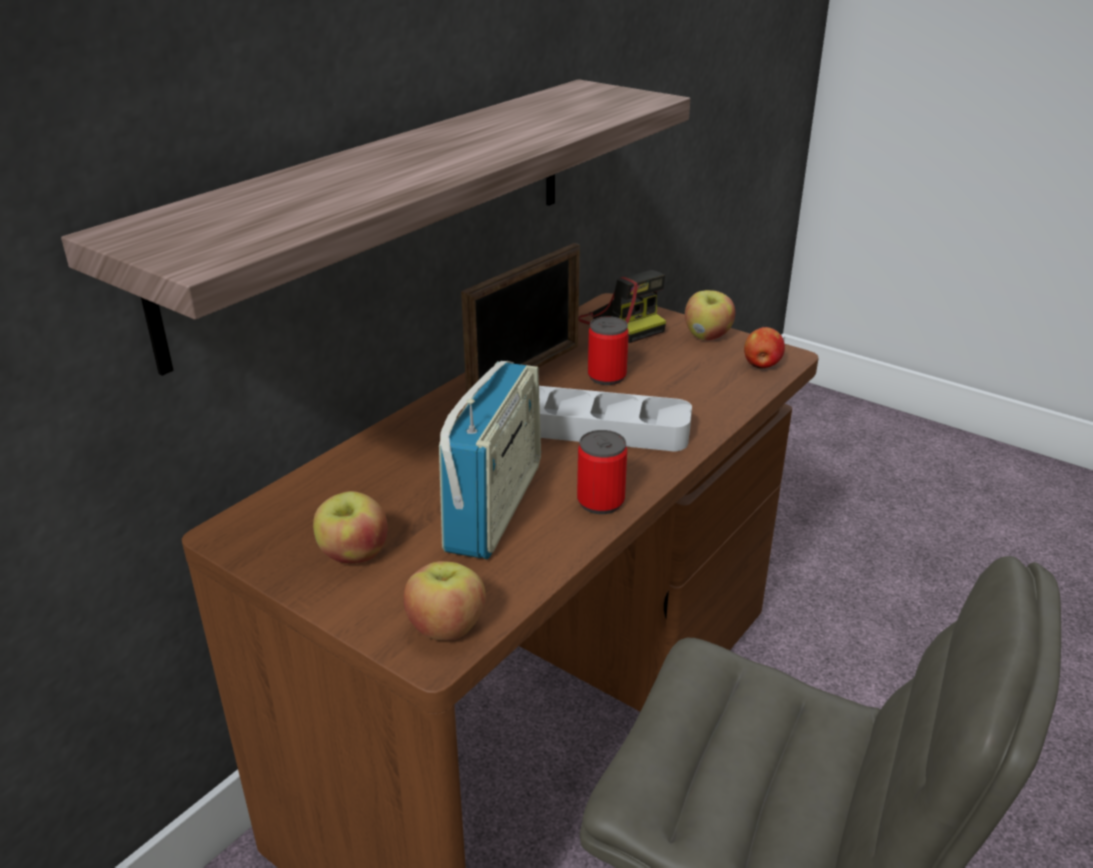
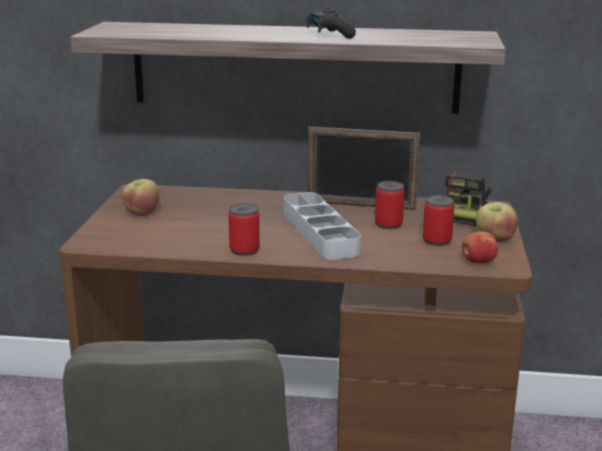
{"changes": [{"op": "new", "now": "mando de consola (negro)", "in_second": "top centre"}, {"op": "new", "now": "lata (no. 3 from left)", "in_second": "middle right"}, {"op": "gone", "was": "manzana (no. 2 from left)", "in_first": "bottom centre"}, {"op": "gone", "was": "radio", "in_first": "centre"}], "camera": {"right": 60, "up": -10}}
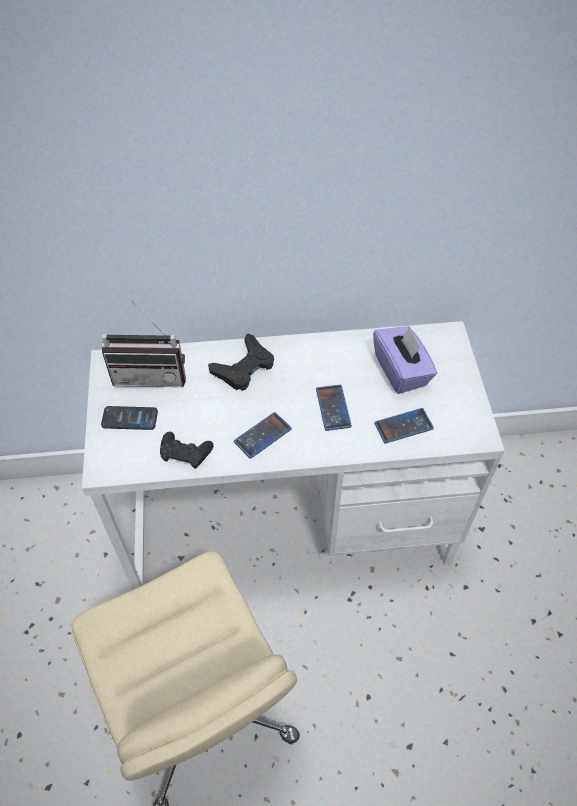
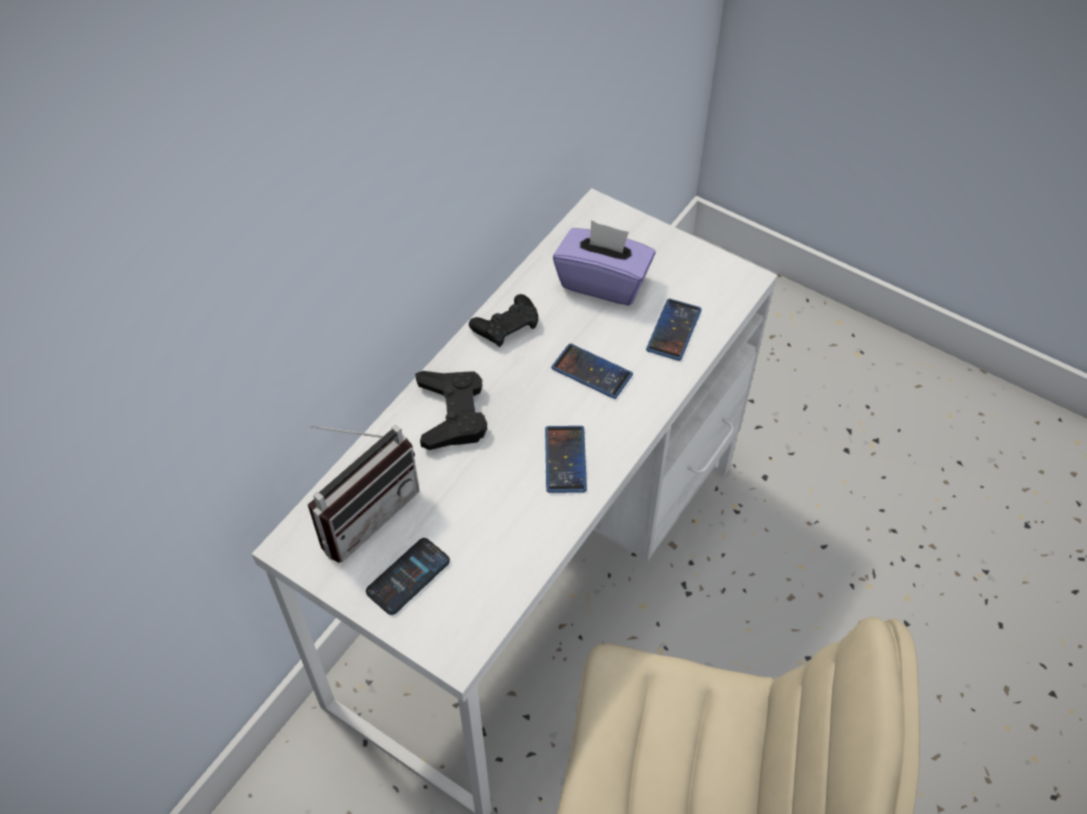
{"changes": [{"op": "shifted", "was": "mando de consola (negro) (no. 1 from left in the first image)", "now": "mando de consola (negro) (no. 2 from left)", "in_first": "middle left", "in_second": "centre"}], "camera": {"right": -50, "up": 0}}
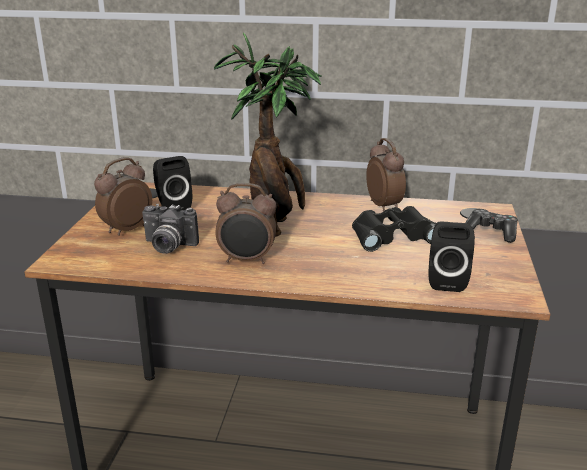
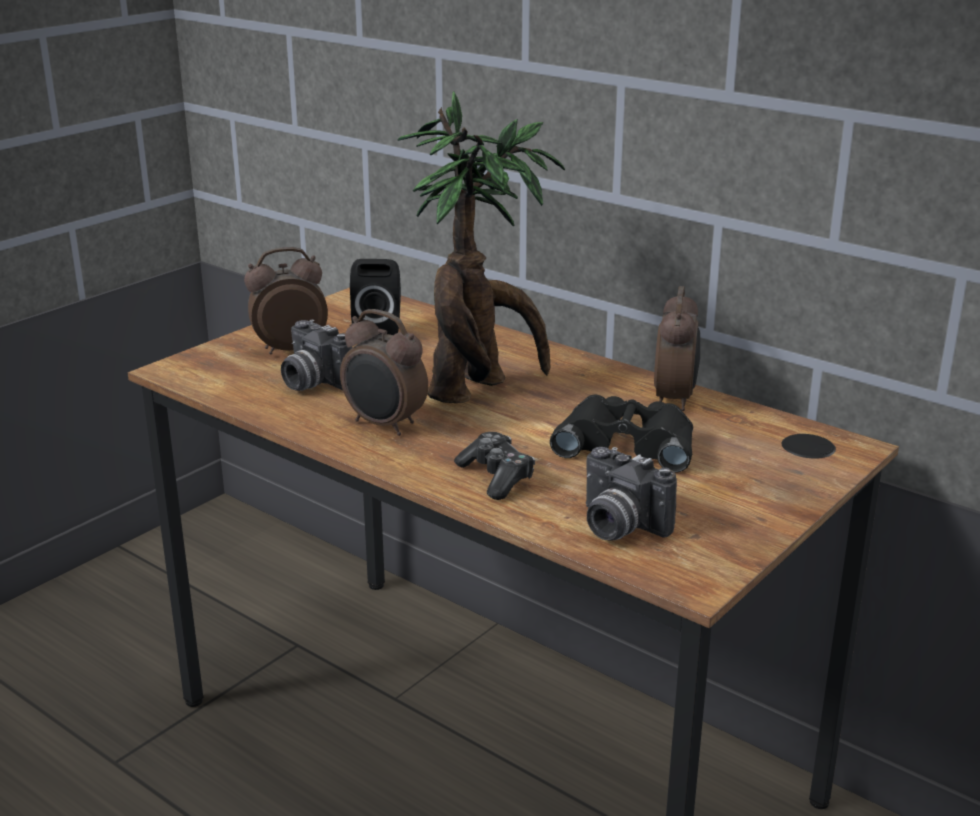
{"changes": [{"op": "shifted", "was": "mando de consola", "in_first": "middle right", "in_second": "centre"}, {"op": "swapped", "was": "altavoz (negro) (no. 2 from left)", "now": "cámara (no. 2 from left)", "in_first": "middle right", "in_second": "centre"}], "camera": {"right": 30, "up": 0}}
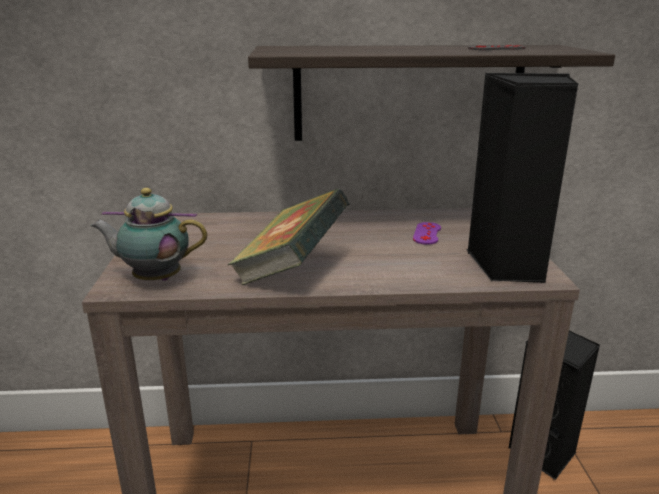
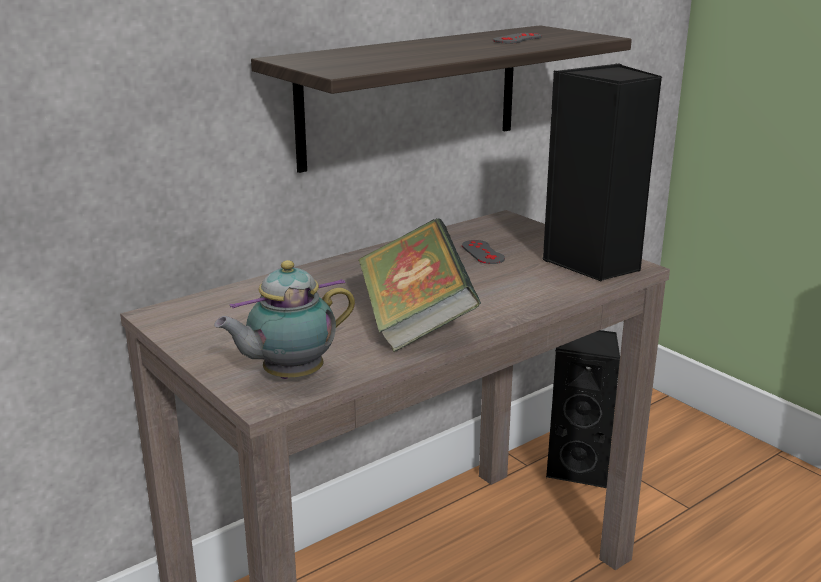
{"changes": [{"op": "repainted", "was": "mando de consola (morado)", "now": "mando de consola (gris) (no. 1 from left)", "in_first": "centre", "in_second": "centre"}], "camera": {"right": -35, "up": 0}}
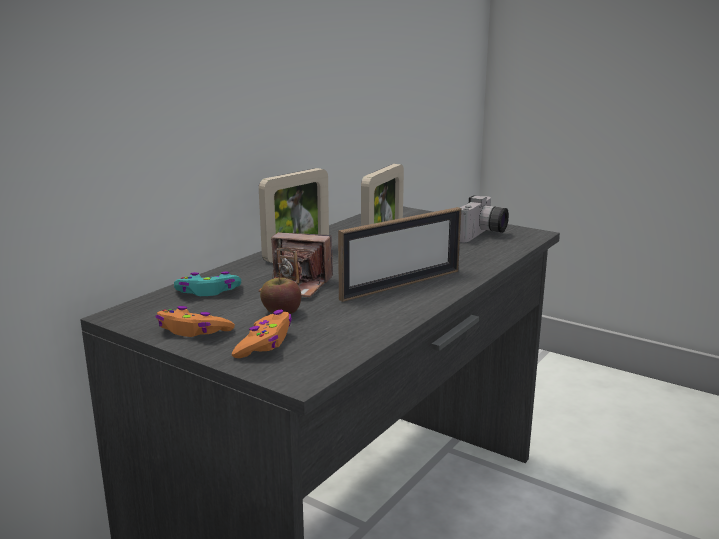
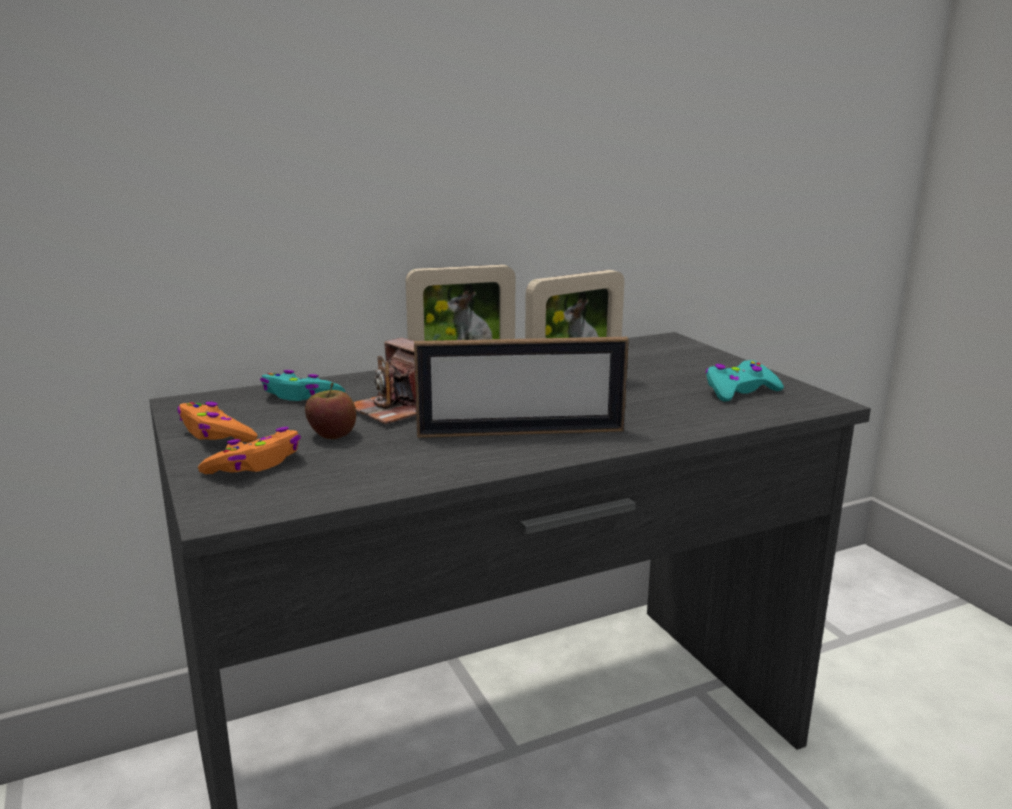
{"changes": [{"op": "swapped", "was": "cámara (no. 2 from left)", "now": "mando de consola (turquesa) (no. 2 from left)", "in_first": "middle right", "in_second": "middle right"}], "camera": {"right": 30, "up": 0}}
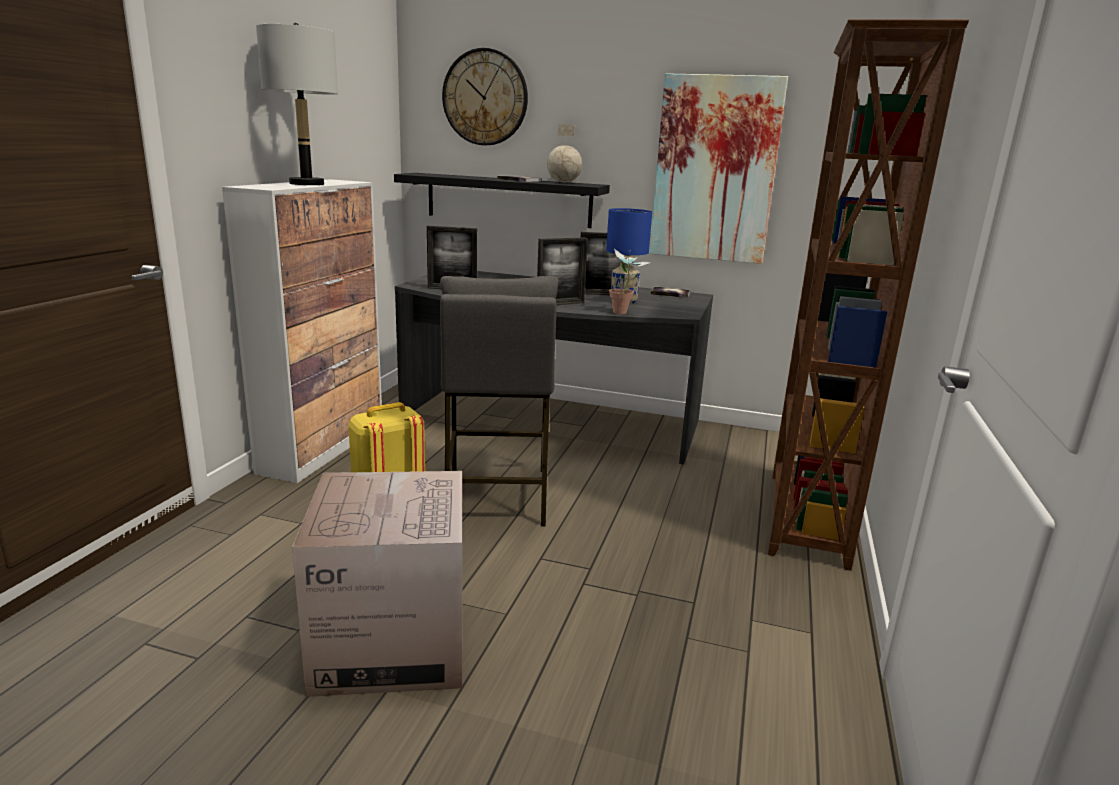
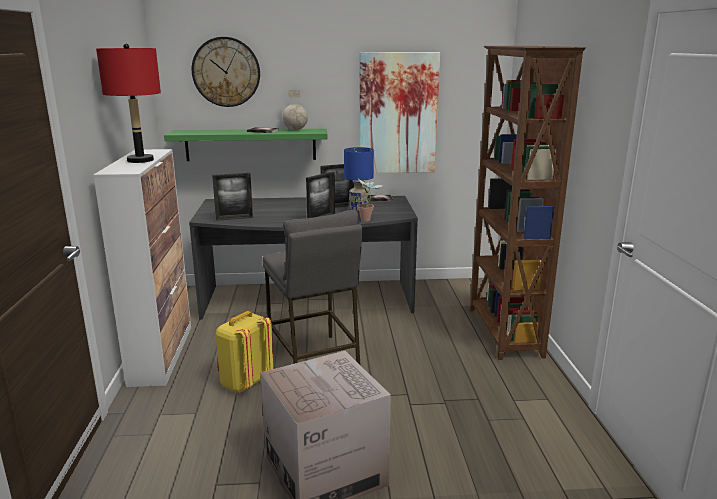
{"changes": [{"op": "repainted", "was": "lámpara de mesa (gris)", "now": "lámpara de mesa (rojo)", "in_first": "top left", "in_second": "top left"}, {"op": "repainted", "was": "estante (negro)", "now": "estante (verde)", "in_first": "top centre", "in_second": "top centre"}], "camera": {"right": -20, "up": 0}}
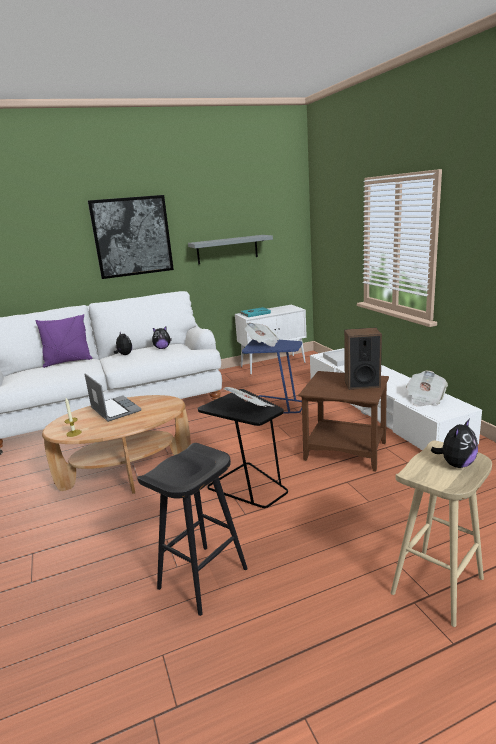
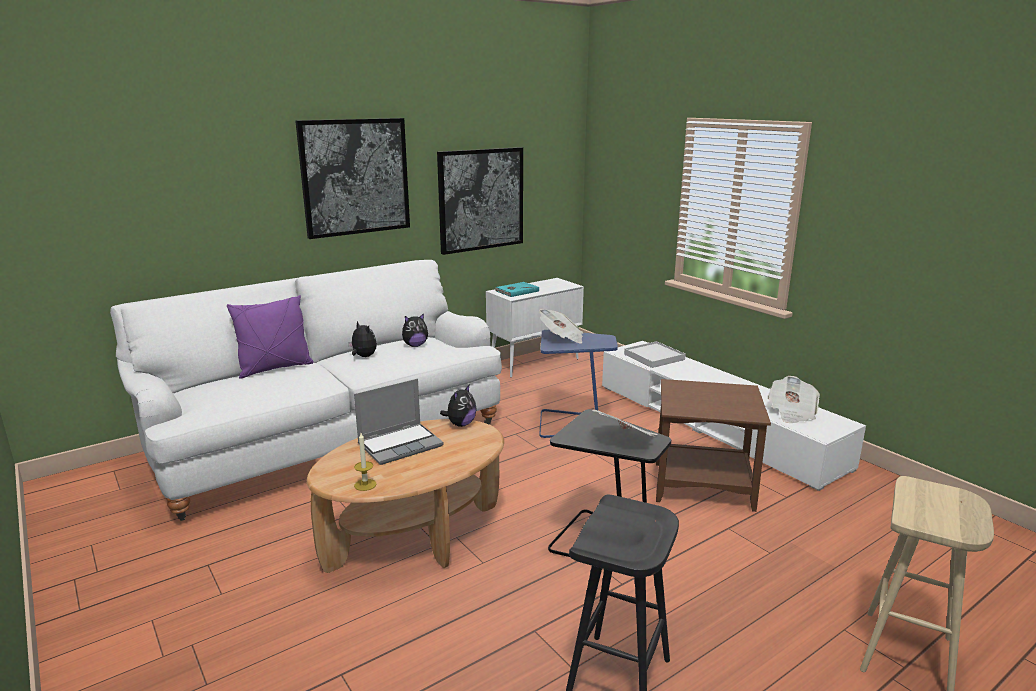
{"changes": [{"op": "rotated", "was": "portátil", "in_first": "middle left", "in_second": "centre", "clockwise": 105}, {"op": "swapped", "was": "estante (gris)", "now": "cuadro (no. 2 from left)", "in_first": "centre", "in_second": "top centre"}, {"op": "shifted", "was": "peluche (no. 3 from left)", "in_first": "middle right", "in_second": "centre"}, {"op": "gone", "was": "altavoz", "in_first": "middle right"}], "camera": {"right": -15, "up": 0}}
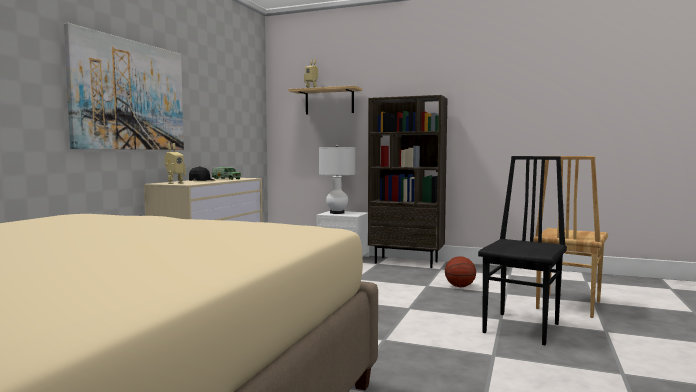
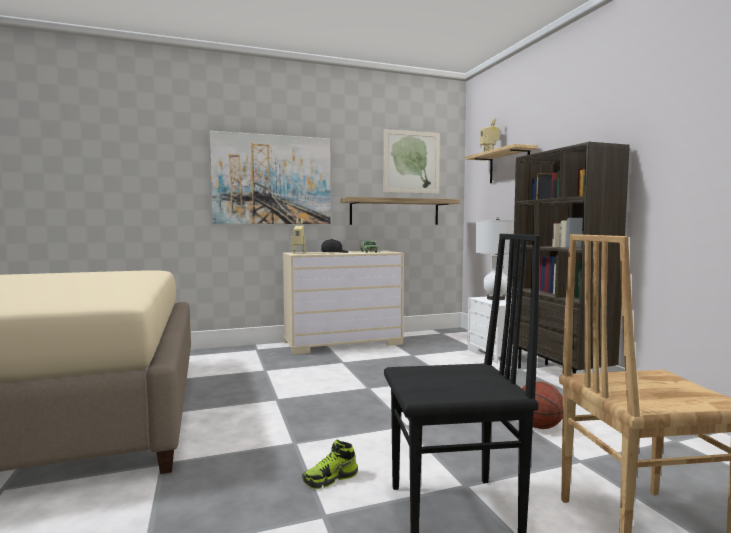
{"changes": [{"op": "new", "now": "zapato", "in_second": "bottom centre"}, {"op": "new", "now": "estante (no. 1 from left)", "in_second": "centre"}, {"op": "new", "now": "cuadro (no. 2 from left)", "in_second": "top centre"}], "camera": {"right": 50, "up": 0}}
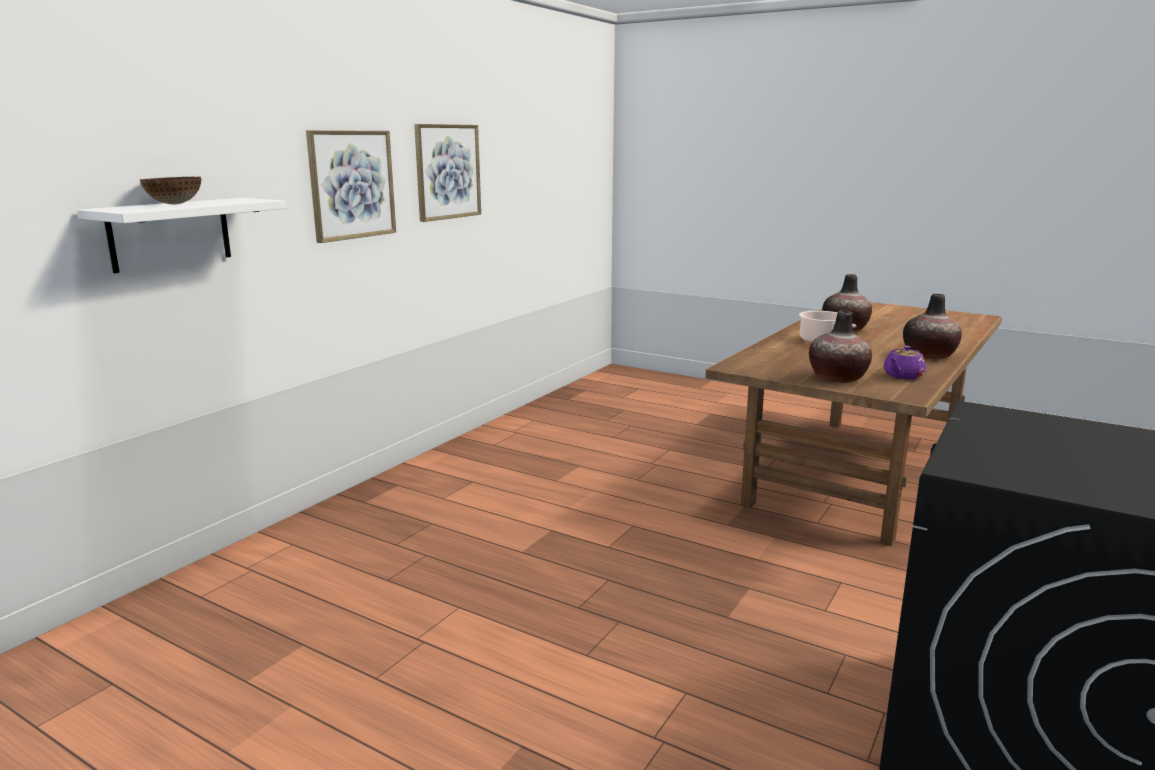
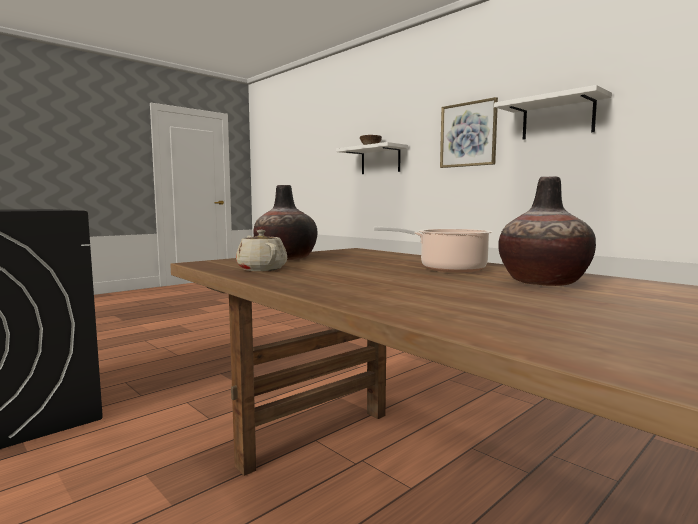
{"changes": [{"op": "repainted", "was": "tetera (morado)", "now": "tetera (beis)", "in_first": "middle right", "in_second": "centre"}, {"op": "swapped", "was": "cuadro (no. 2 from left)", "now": "estante (blanco) (no. 2 from left)", "in_first": "top centre", "in_second": "top right"}, {"op": "gone", "was": "florero (no. 3 from left)", "in_first": "middle right"}], "camera": {"right": 105, "up": -10}}
